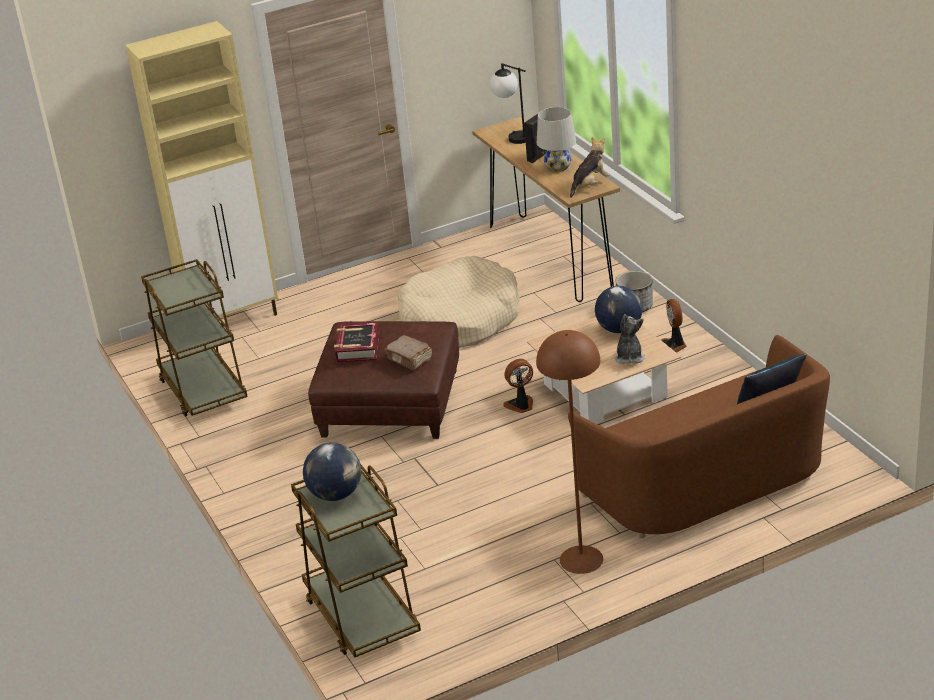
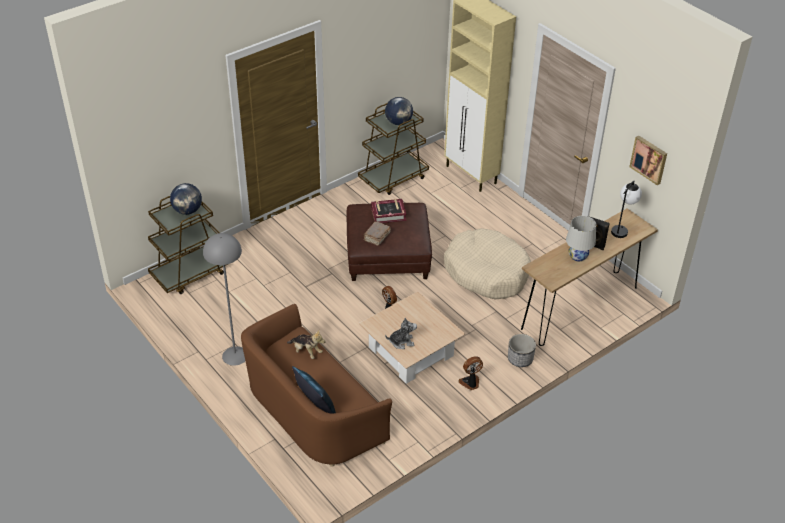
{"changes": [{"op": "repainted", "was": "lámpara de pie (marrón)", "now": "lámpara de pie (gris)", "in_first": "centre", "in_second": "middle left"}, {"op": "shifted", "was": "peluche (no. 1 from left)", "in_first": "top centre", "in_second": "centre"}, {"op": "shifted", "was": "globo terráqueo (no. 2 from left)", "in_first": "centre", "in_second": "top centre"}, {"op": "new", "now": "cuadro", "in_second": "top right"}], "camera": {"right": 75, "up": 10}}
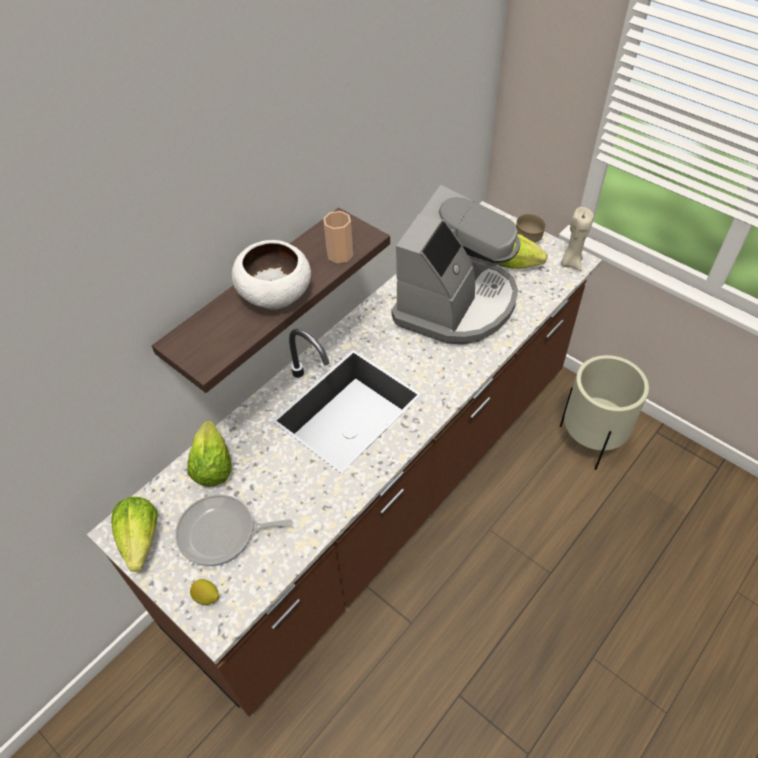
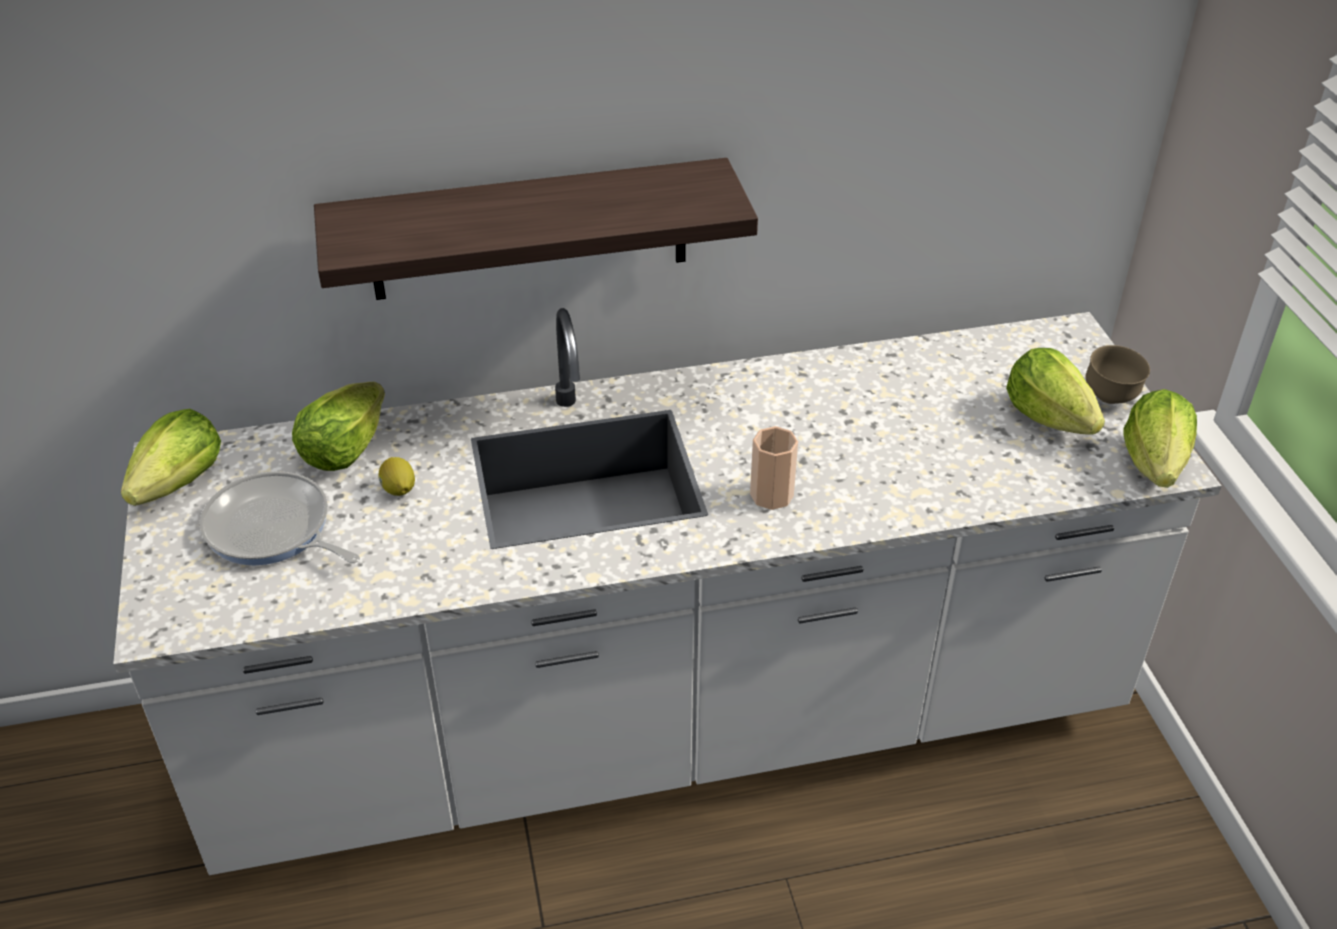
{"changes": [{"op": "repainted", "was": "mueble bajo de cocina (marrón)", "now": "mueble bajo de cocina (blanco)", "in_first": "centre", "in_second": "centre"}, {"op": "shifted", "was": "limón", "in_first": "bottom left", "in_second": "middle left"}, {"op": "shifted", "was": "taza", "in_first": "top centre", "in_second": "centre"}, {"op": "swapped", "was": "vela (beis)", "now": "lechuga (no. 4 from left)", "in_first": "top right", "in_second": "middle right"}, {"op": "gone", "was": "cuenco (blanco)", "in_first": "centre"}, {"op": "gone", "was": "cafetera", "in_first": "centre"}, {"op": "gone", "was": "maceta (beis)", "in_first": "middle right"}], "camera": {"right": 35, "up": -10}}
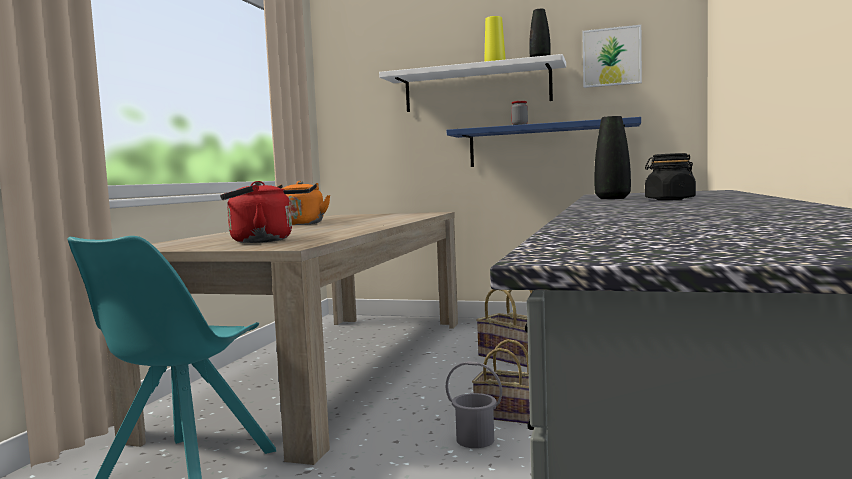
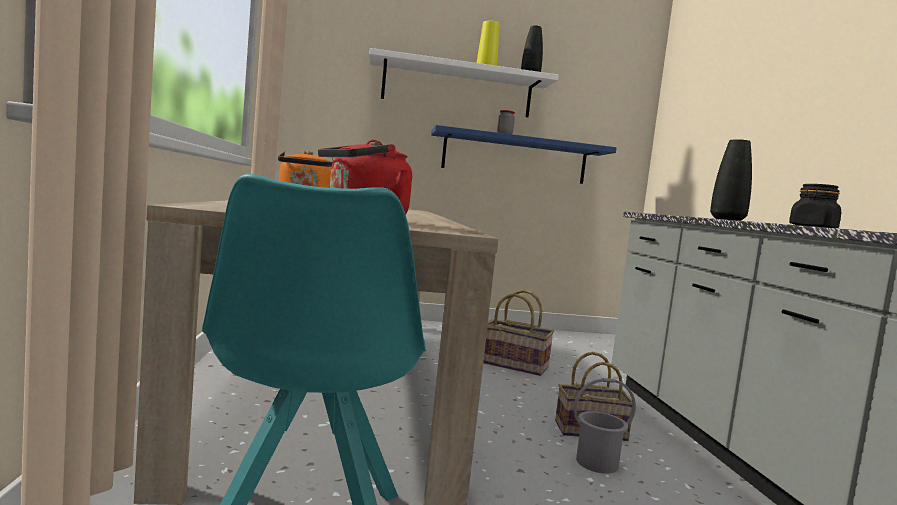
{"changes": [{"op": "gone", "was": "cuadro", "in_first": "top right"}], "camera": {"right": -25, "up": 0}}
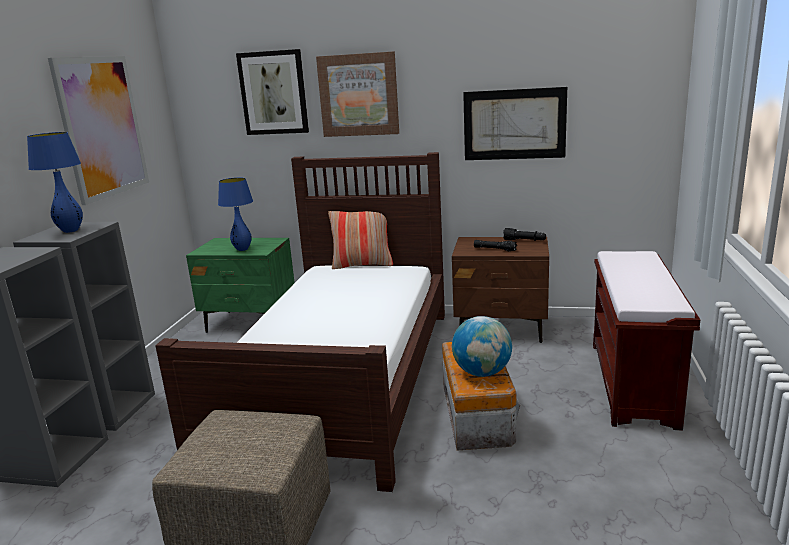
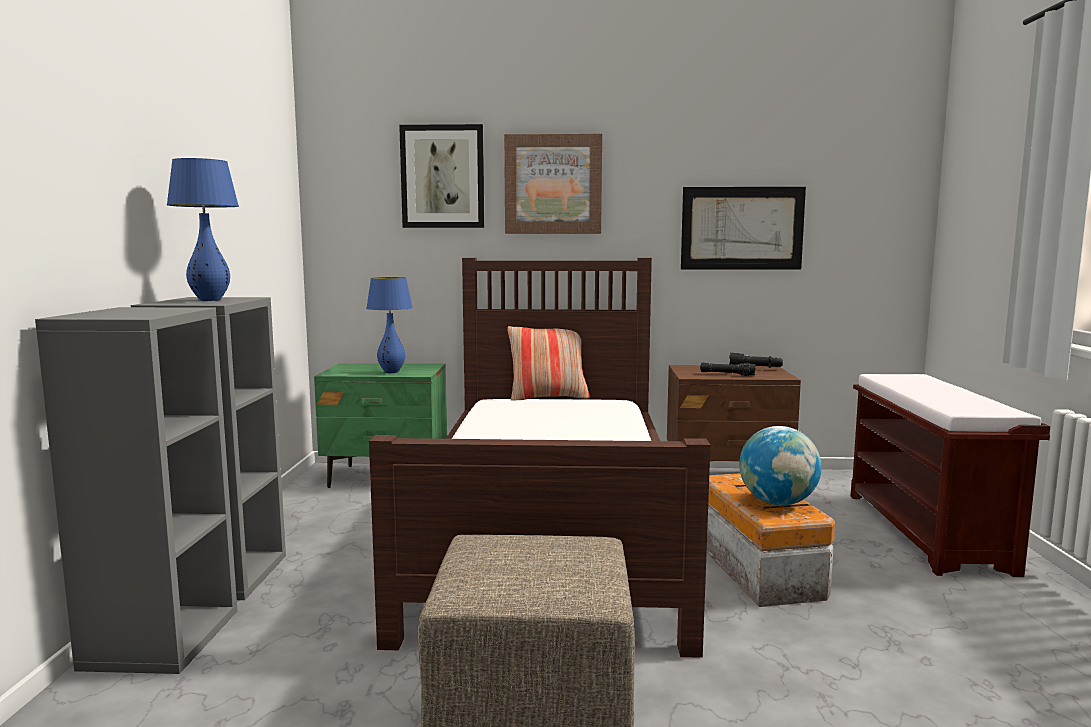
{"changes": [{"op": "gone", "was": "cuadro (no. 1 from left)", "in_first": "top left"}], "camera": {"right": -10, "up": -10}}
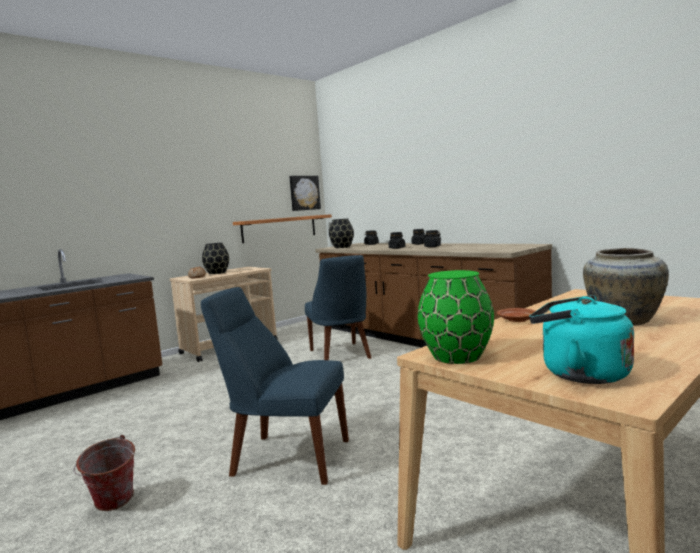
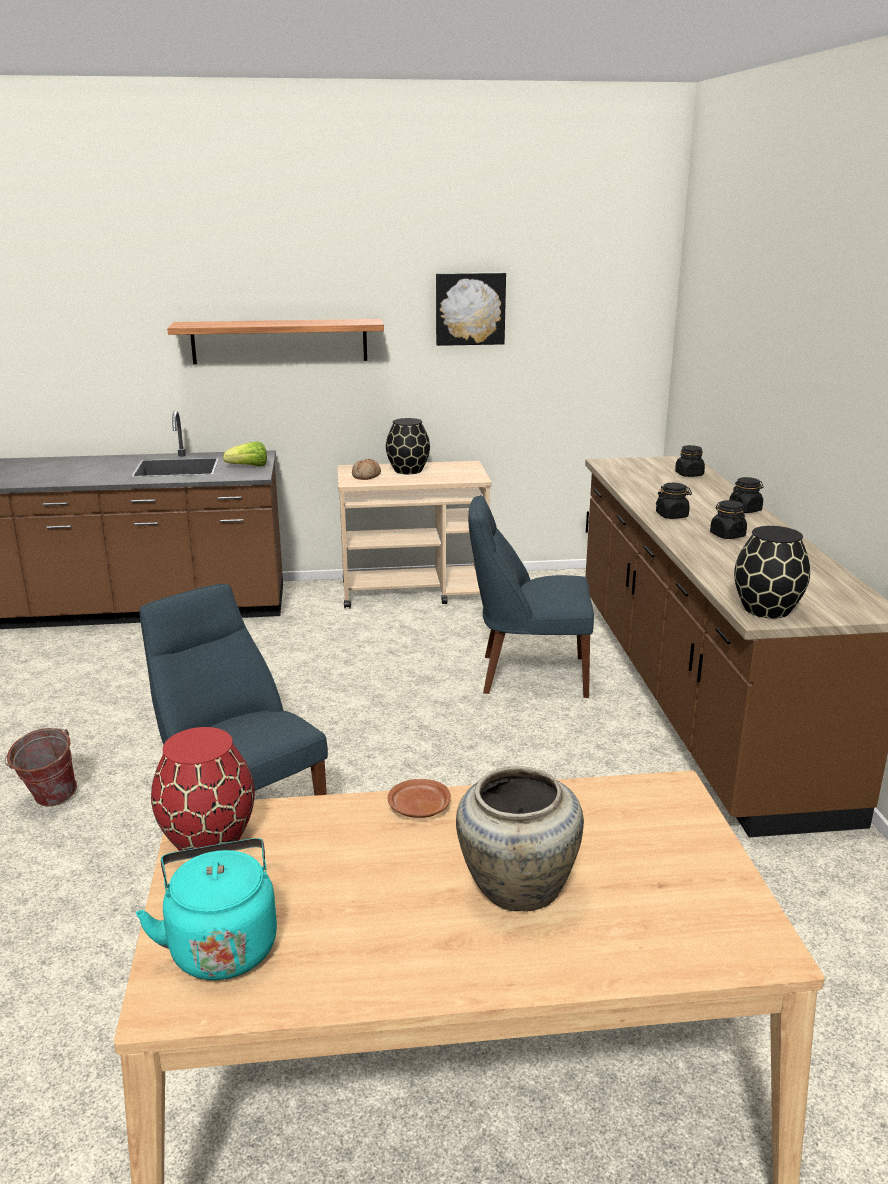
{"changes": [{"op": "repainted", "was": "florero (verde)", "now": "florero (rojo)", "in_first": "centre", "in_second": "middle left"}, {"op": "shifted", "was": "estante", "in_first": "centre", "in_second": "top left"}, {"op": "new", "now": "lechuga", "in_second": "middle left"}, {"op": "shifted", "was": "cuadro", "in_first": "centre", "in_second": "top centre"}, {"op": "rotated", "was": "silla (azul) (no. 2 from left)", "in_first": "centre", "in_second": "centre", "clockwise": 75}, {"op": "shifted", "was": "florero (negro) (no. 2 from left)", "in_first": "centre", "in_second": "middle right"}], "camera": {"right": 35, "up": 15}}
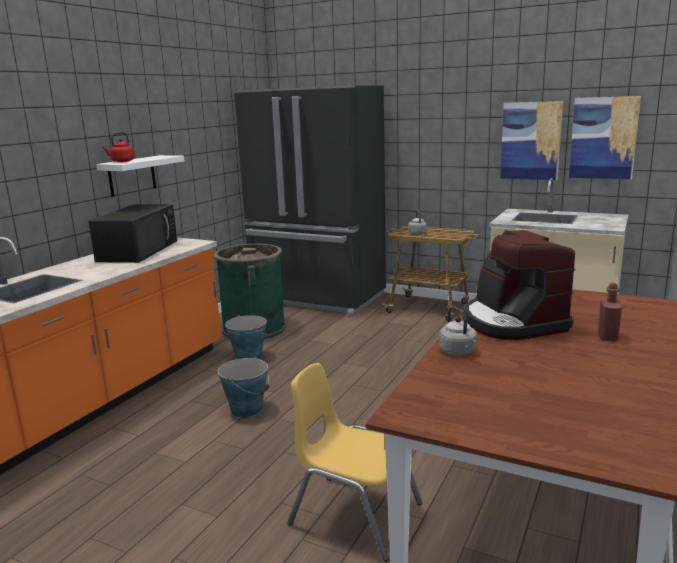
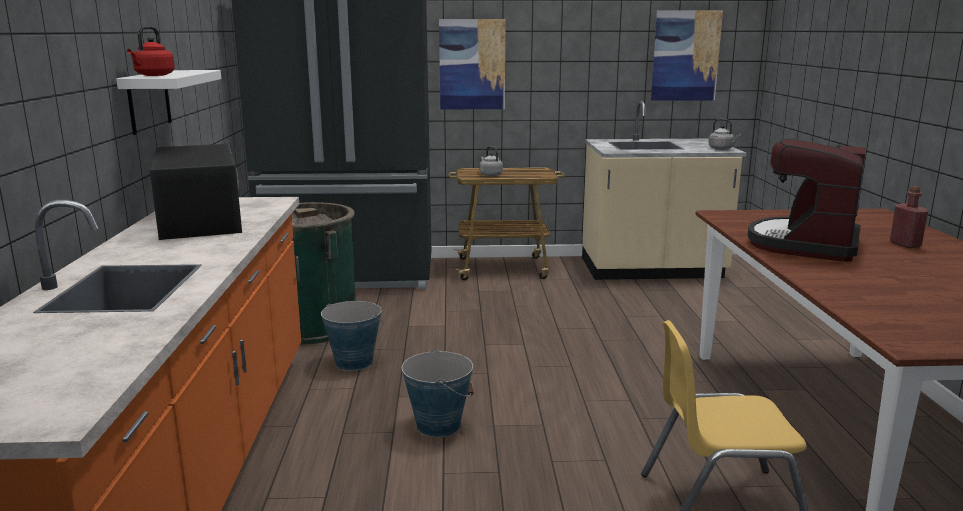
{"changes": [{"op": "shifted", "was": "cuadro (no. 1 from left)", "in_first": "top right", "in_second": "top centre"}, {"op": "shifted", "was": "hervidor (gris) (no. 2 from left)", "in_first": "middle right", "in_second": "top right"}, {"op": "rotated", "was": "cafetera", "in_first": "middle right", "in_second": "middle right", "clockwise": 75}], "camera": {"right": -30, "up": 0}}
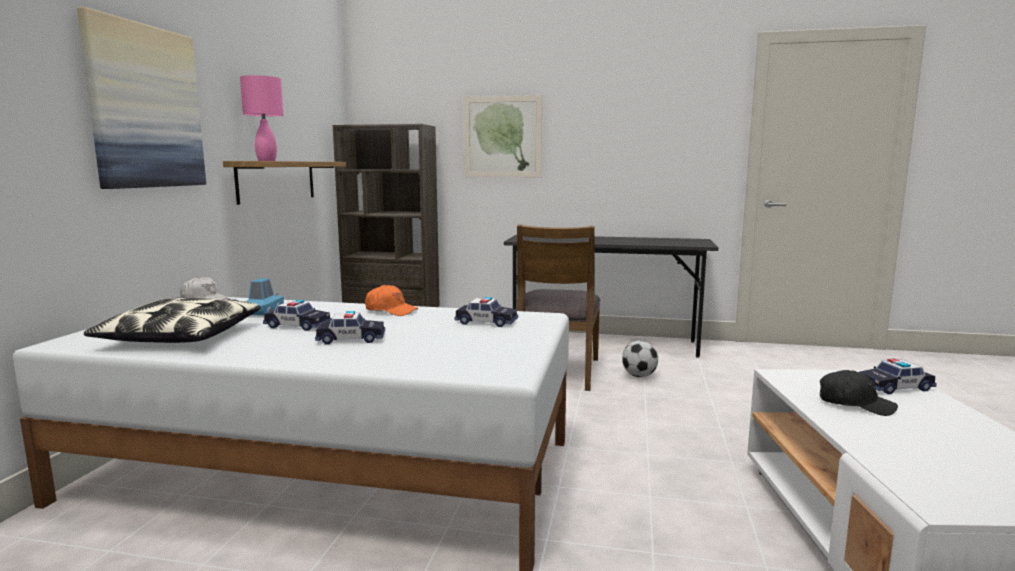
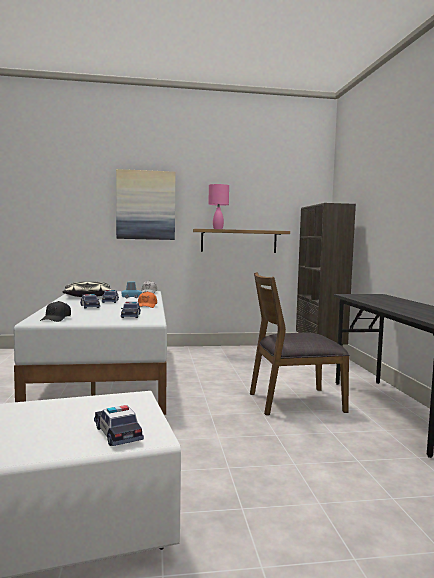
{"changes": [{"op": "shifted", "was": "gorra (negro)", "in_first": "bottom right", "in_second": "middle left"}, {"op": "gone", "was": "cuadro (no. 2 from left)", "in_first": "top centre"}, {"op": "gone", "was": "balón de fútbol", "in_first": "centre"}], "camera": {"right": 70, "up": -5}}
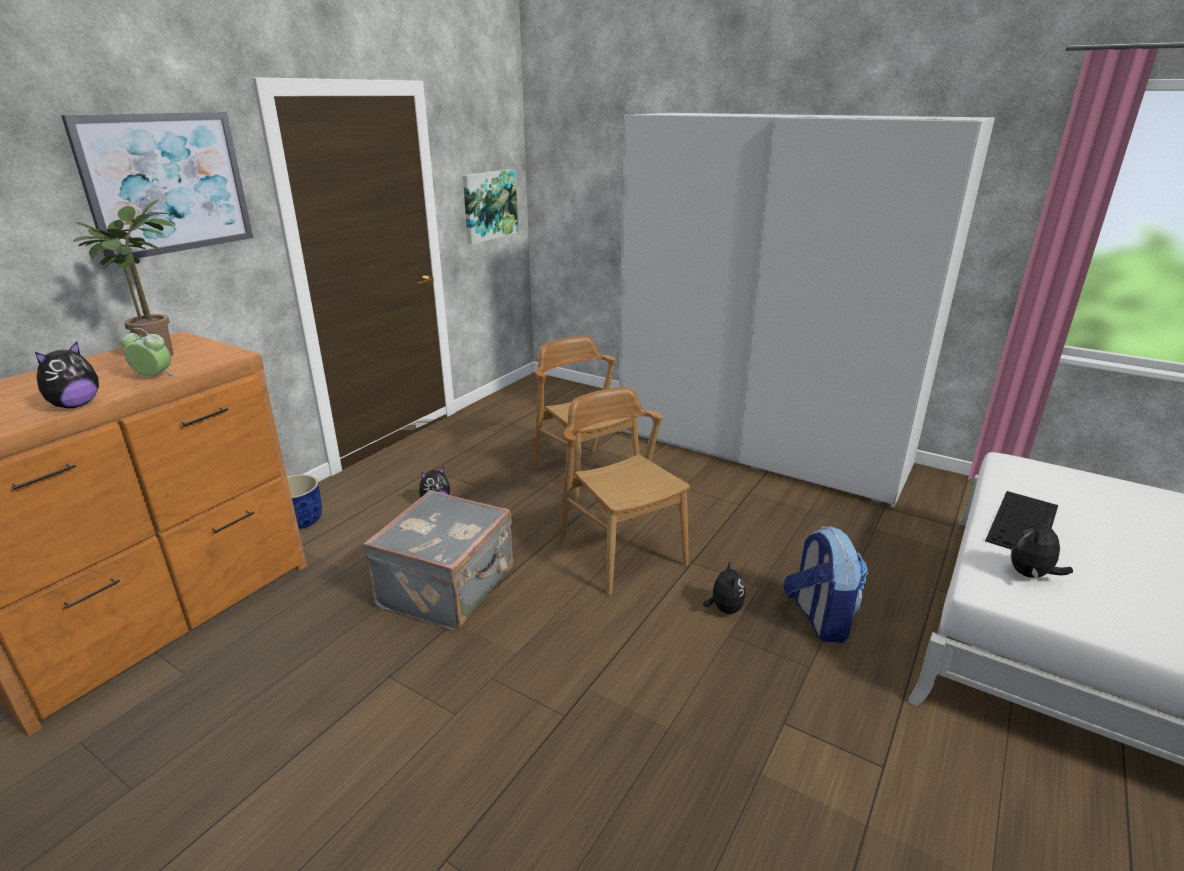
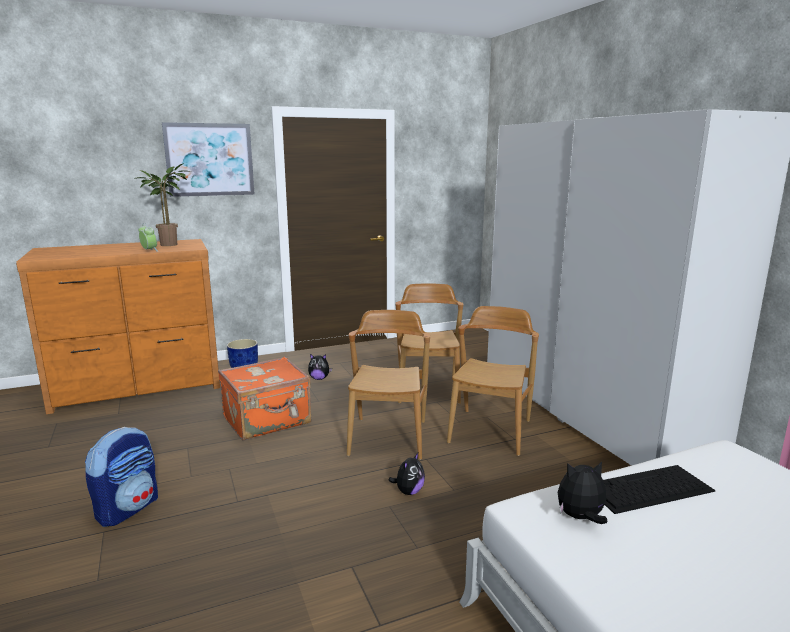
{"changes": [{"op": "shifted", "was": "mochila", "in_first": "bottom right", "in_second": "bottom left"}, {"op": "repainted", "was": "maleta (gris)", "now": "maleta (naranja)", "in_first": "centre", "in_second": "centre"}, {"op": "new", "now": "silla (marrón) (no. 3 from left)", "in_second": "centre"}, {"op": "gone", "was": "peluche (no. 1 from left)", "in_first": "middle left"}, {"op": "gone", "was": "cuadro (no. 2 from left)", "in_first": "top centre"}], "camera": {"right": 35, "up": -10}}
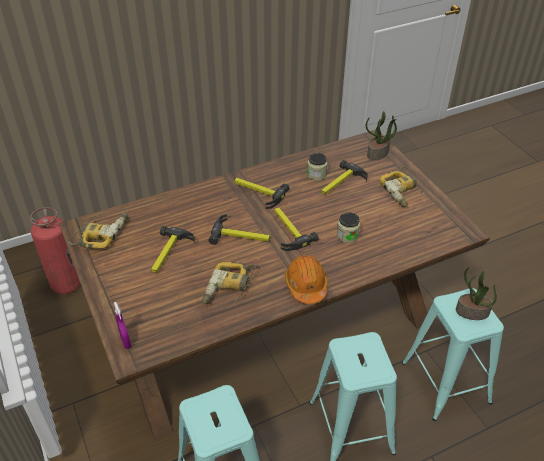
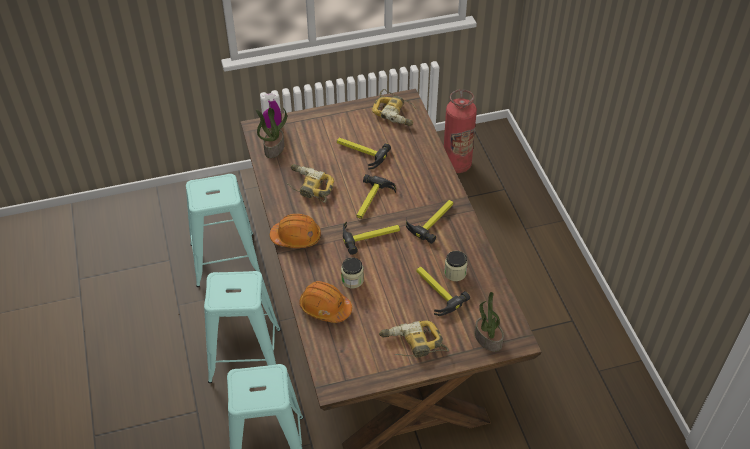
{"changes": [{"op": "shifted", "was": "planta en maceta (no. 2 from left in the first image)", "now": "planta en maceta (no. 1 from left)", "in_first": "middle right", "in_second": "top centre"}, {"op": "new", "now": "casco (naranja) (no. 2 from left)", "in_second": "bottom centre"}], "camera": {"right": 100, "up": 5}}
